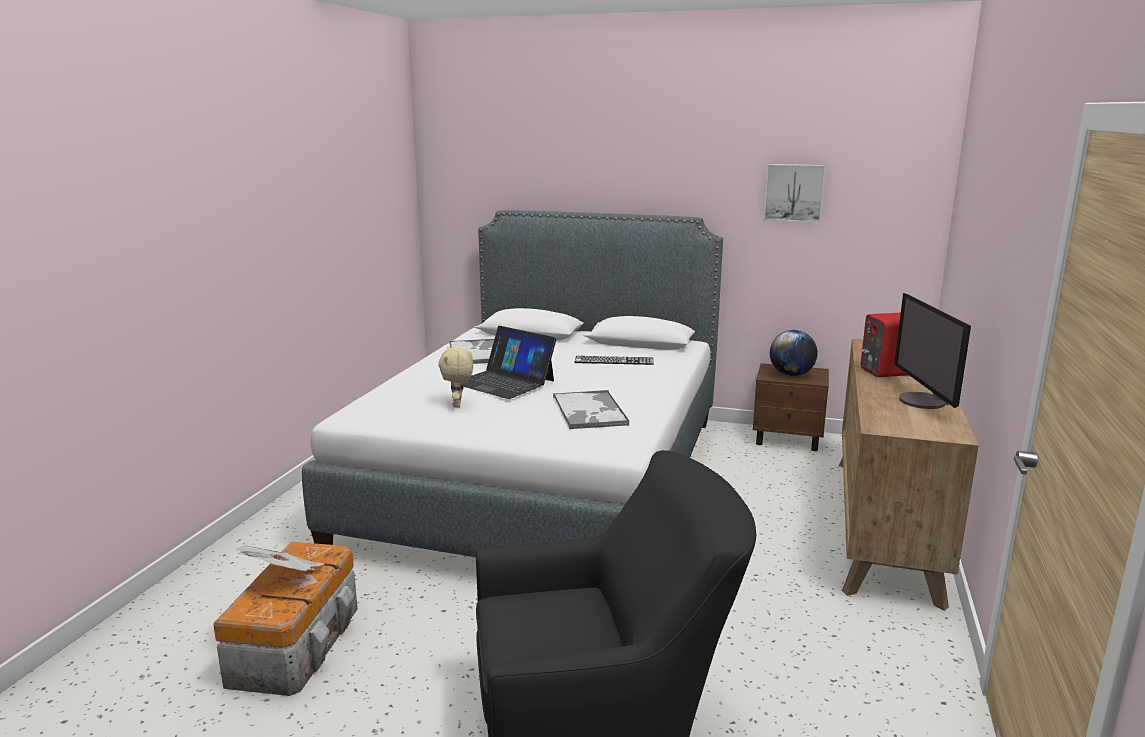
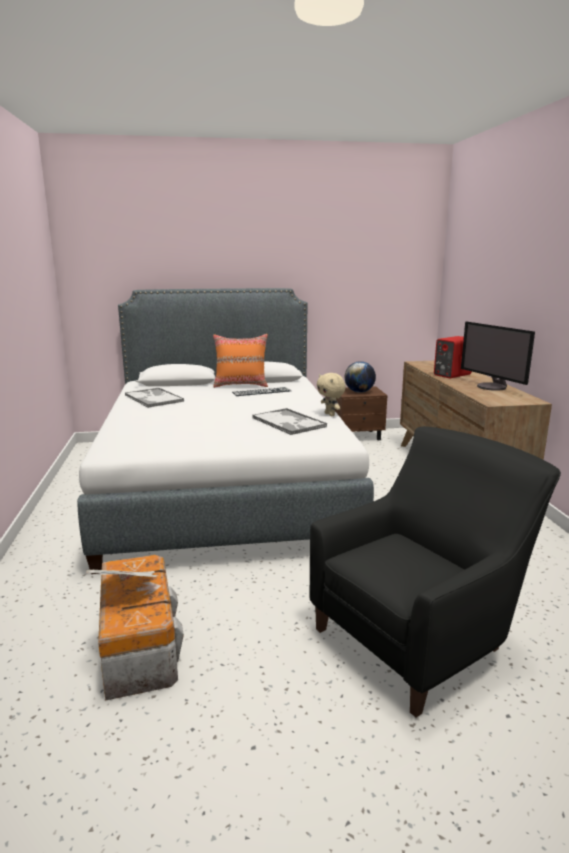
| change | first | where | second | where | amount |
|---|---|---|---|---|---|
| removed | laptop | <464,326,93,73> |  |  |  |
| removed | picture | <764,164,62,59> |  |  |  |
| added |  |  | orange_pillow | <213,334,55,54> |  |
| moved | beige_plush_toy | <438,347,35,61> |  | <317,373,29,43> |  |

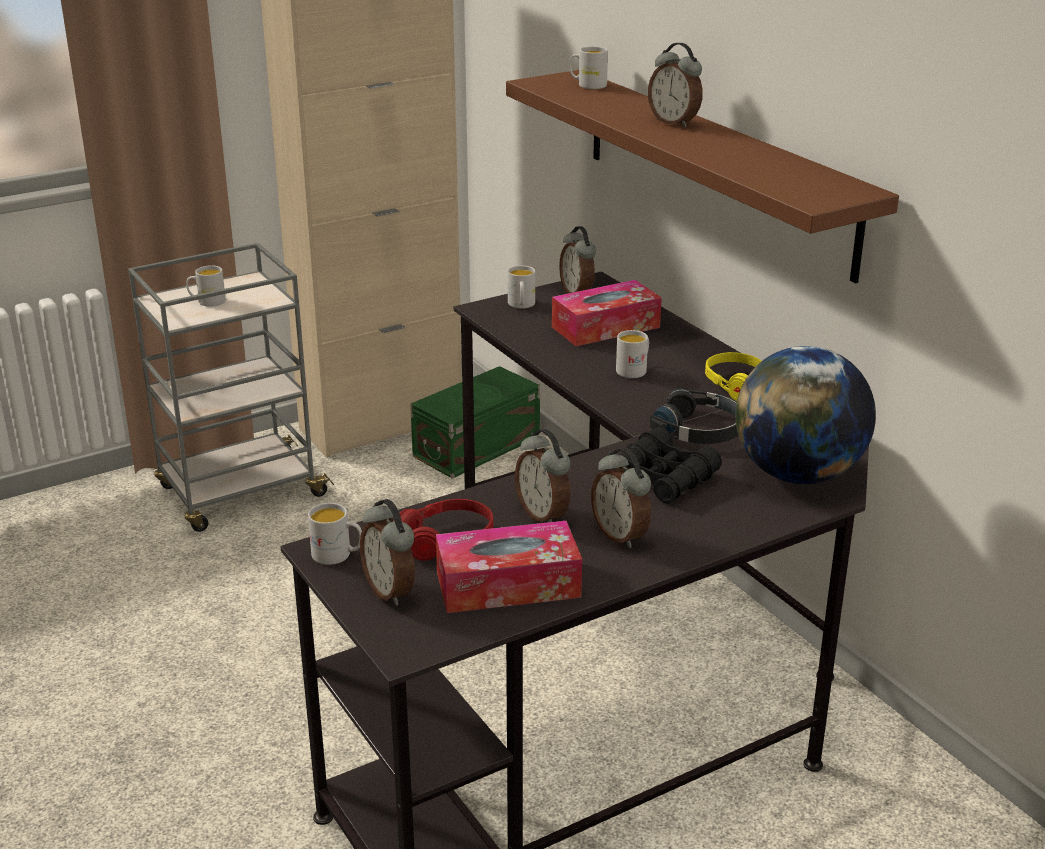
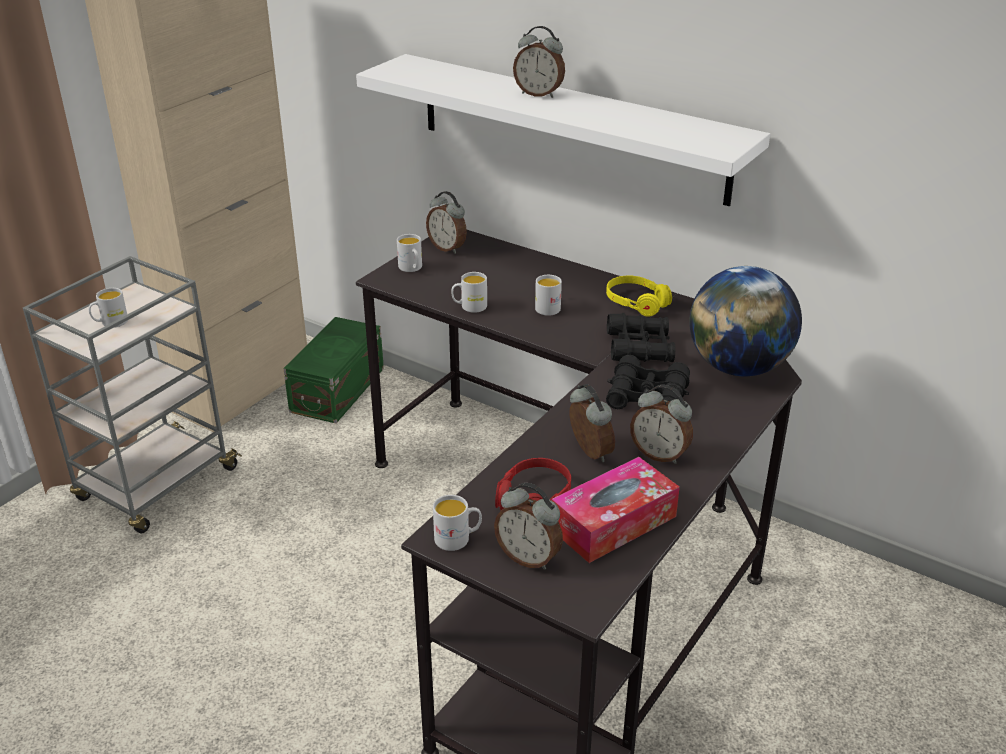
| change | first | where | second | where | amount |
|---|---|---|---|---|---|
| removed | tissue_box | <552,280,110,66> |  |  |  |
| moved | white_mug | <569,46,39,43> |  | <451,272,36,41> |  |
| replaced | black_headphones | <650,389,88,55> | black_binoculars | <607,313,68,49> |  |
| recoloured | brown_shelf | <506,70,393,213> | white_shelf | <356,54,414,152> |  |
| turned | alarm_clock | <515,429,55,93> |  | <569,384,46,79> | 150 degrees counterclockwise |

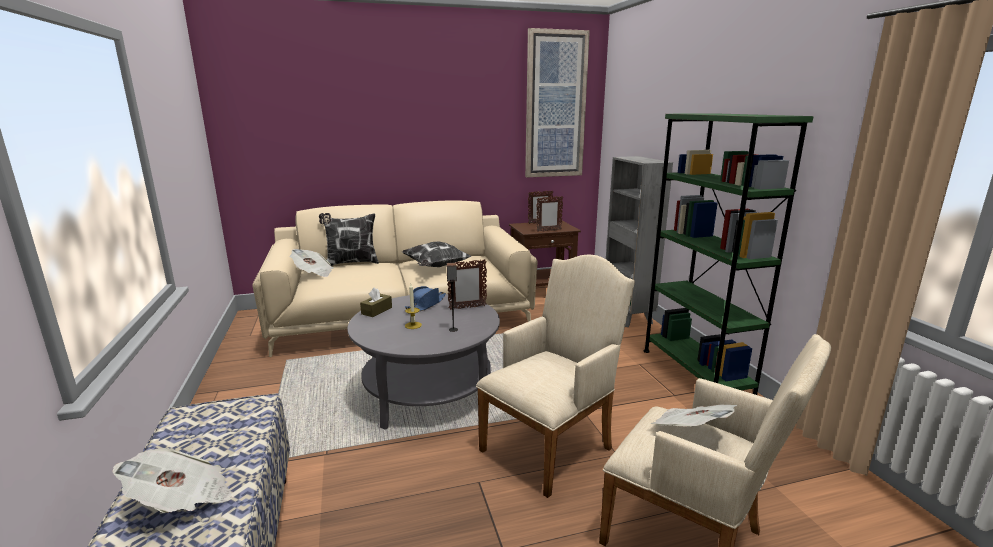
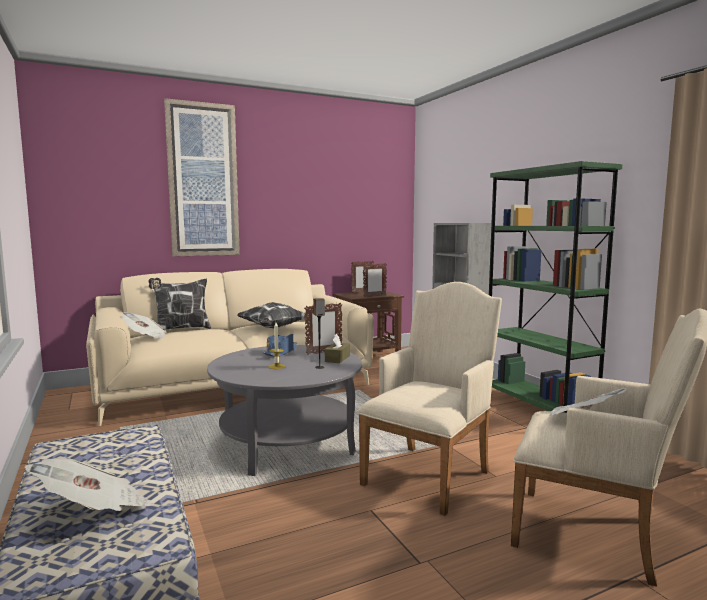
| change | first | where | second | where | amount |
|---|---|---|---|---|---|
| moved | brown_tissue_box | <360,287,32,30> |  | <325,334,25,29> |  |
| moved | picture | <525,28,65,149> |  | <164,98,76,159> |  |

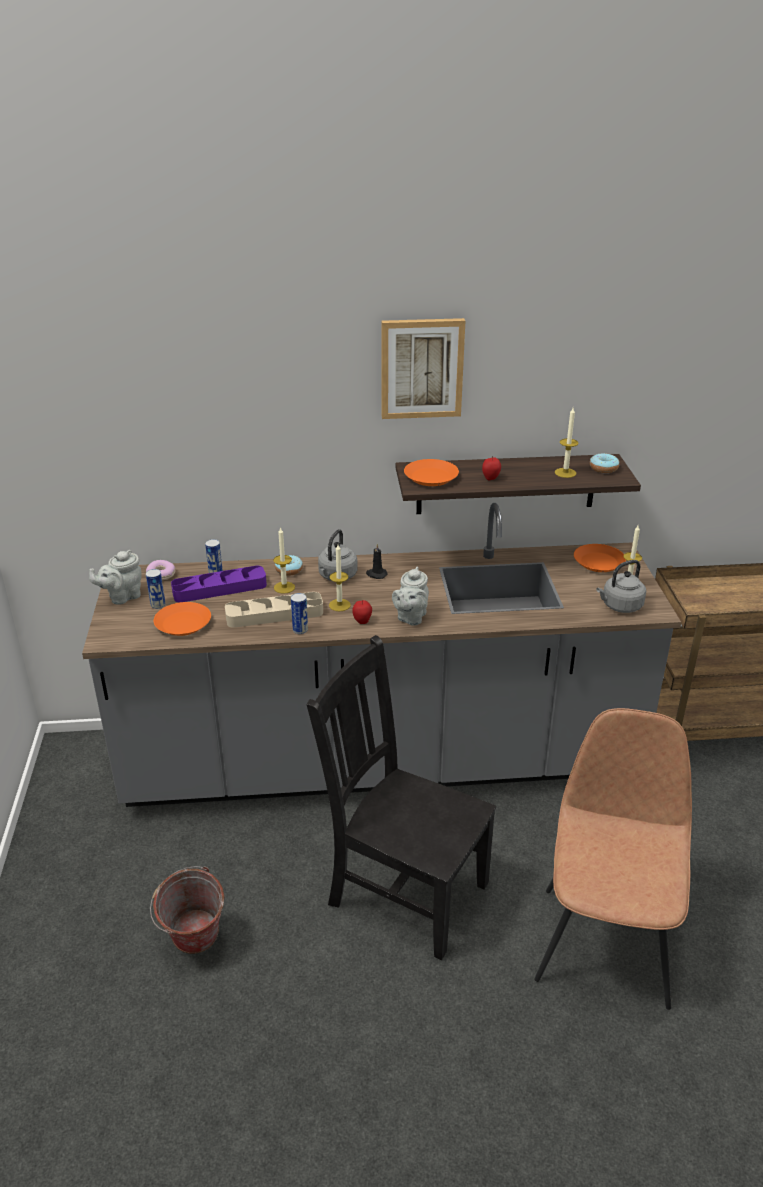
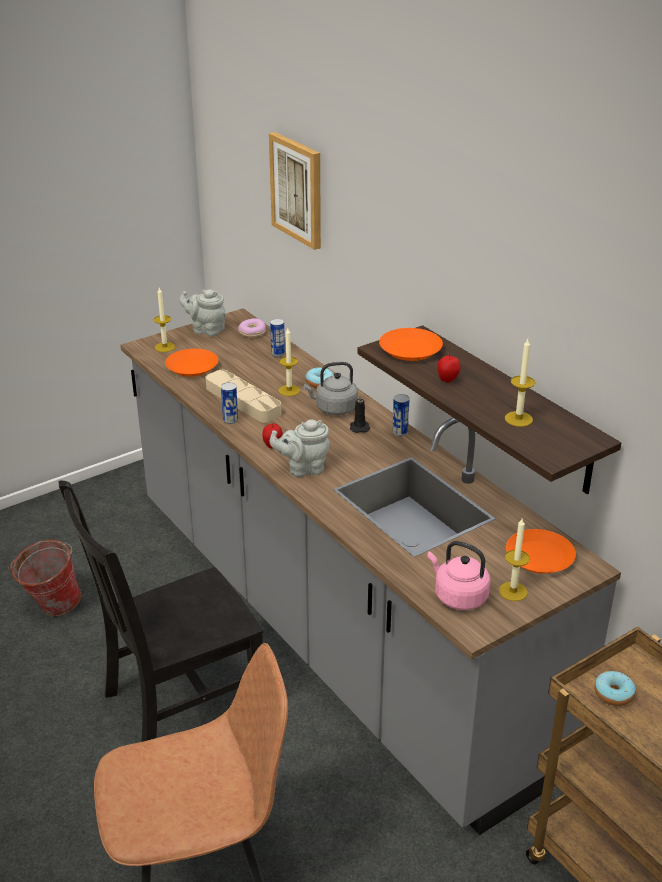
| change | first | where | second | where | amount |
|---|---|---|---|---|---|
| removed | purple_tray | <171,566,96,37> |  |  |  |
| moved | can | <146,569,19,40> |  | <392,394,18,43> |  |
| moved | candle | <329,545,22,66> |  | <154,288,21,64> |  |
| moved | picture | <382,318,83,101> |  | <269,132,52,118> |  |
| moved | donut | <590,453,29,20> |  | <594,671,42,35> |  |
| recoloured | grey_kettle | <596,560,50,53> | pink_kettle | <428,541,62,69> |  |
| turned | black_chair | <307,635,189,325> |  | <59,481,204,261> | 120 degrees counterclockwise |

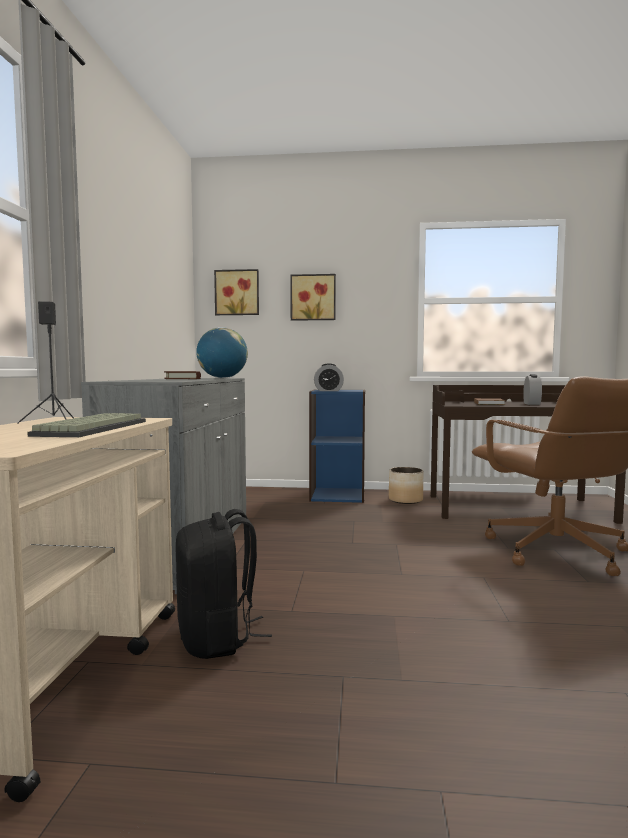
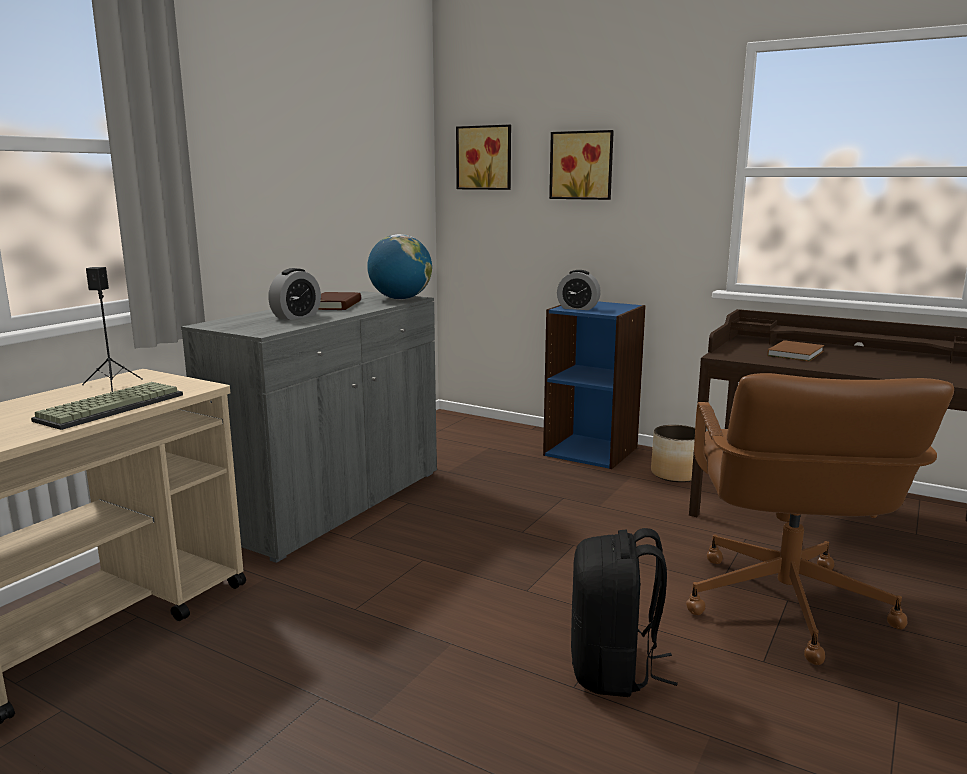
| change | first | where | second | where | amount |
|---|---|---|---|---|---|
| moved | black_backpack | <176,509,96,150> |  | <571,528,107,169> |  |
| moved | alarm_clock | <523,374,19,31> |  | <268,268,53,52> |  |

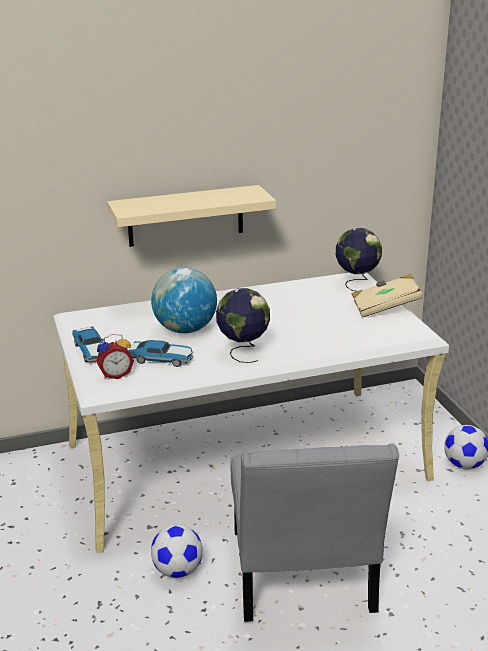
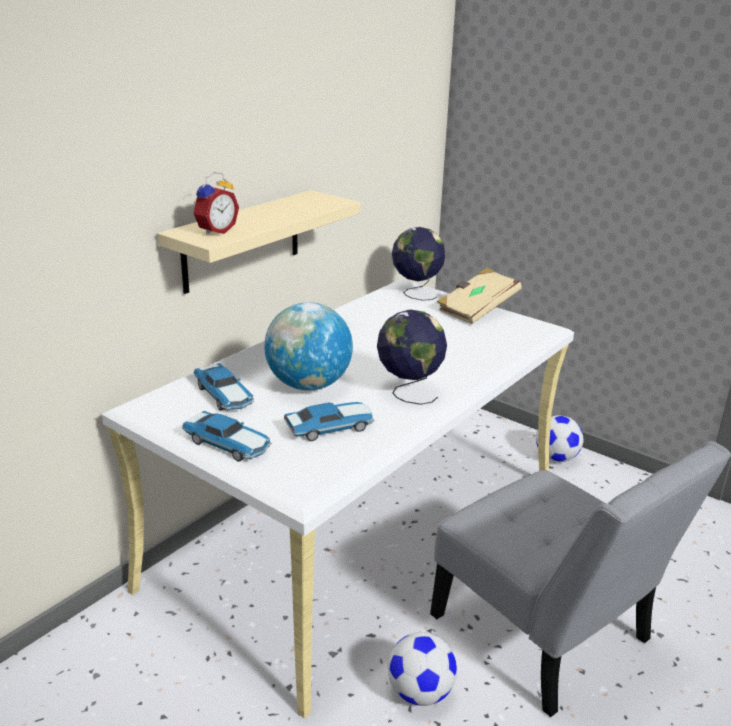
| change | first | where | second | where | amount |
|---|---|---|---|---|---|
| added |  |  | toy_car | <194,363,60,48> |  |
| moved | alarm_clock | <96,334,38,45> |  | <193,172,46,64> |  |

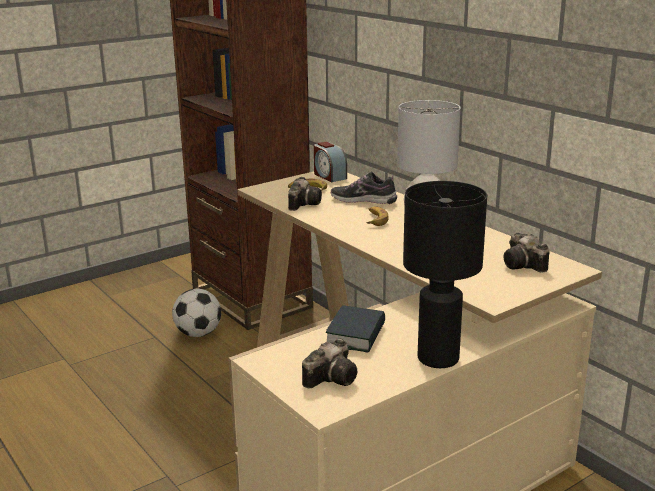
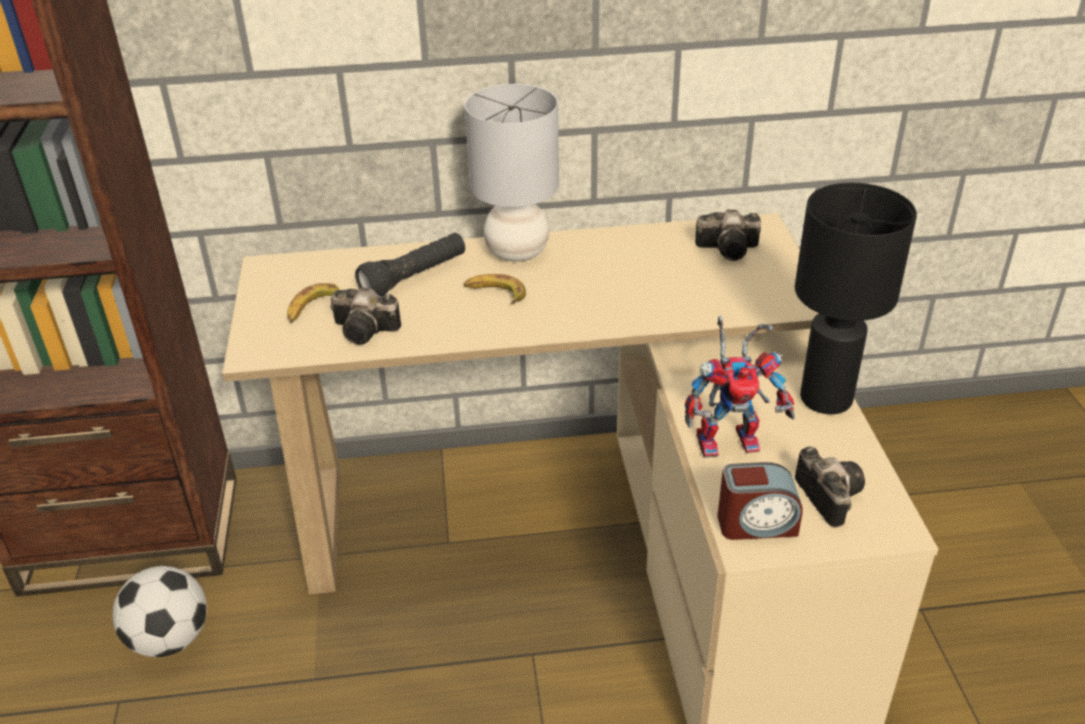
| change | first | where | second | where | amount |
|---|---|---|---|---|---|
| moved | alarm_clock | <314,142,33,40> |  | <718,462,85,78> |  |
| replaced | book | <326,305,59,48> | toy_robot | <685,316,110,142> |  |
| replaced | shoe | <331,172,66,32> | black_flashlight | <355,233,110,63> |  |
| turned | photo_camera | <288,177,34,34> |  | <330,287,71,58> | 150 degrees clockwise |

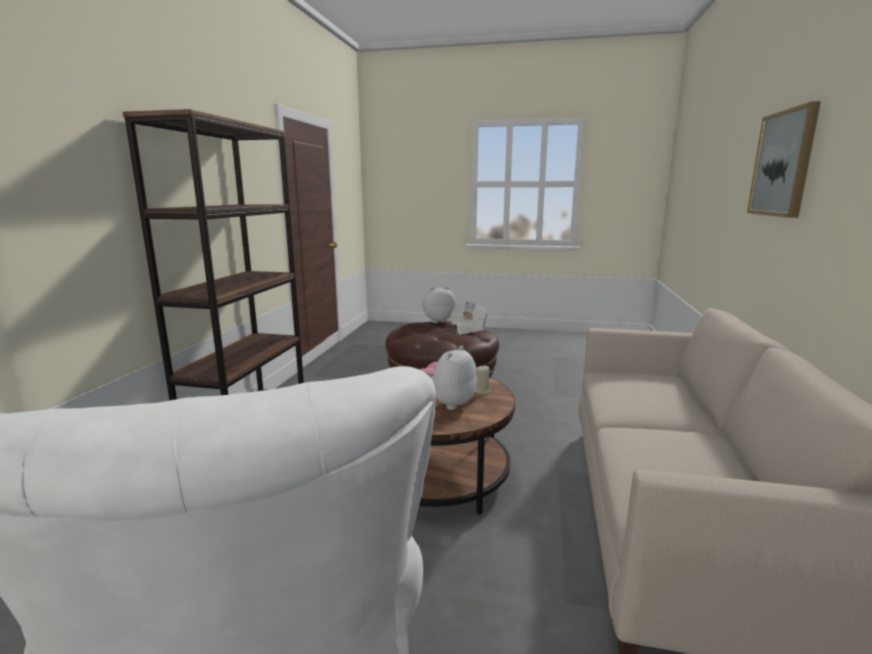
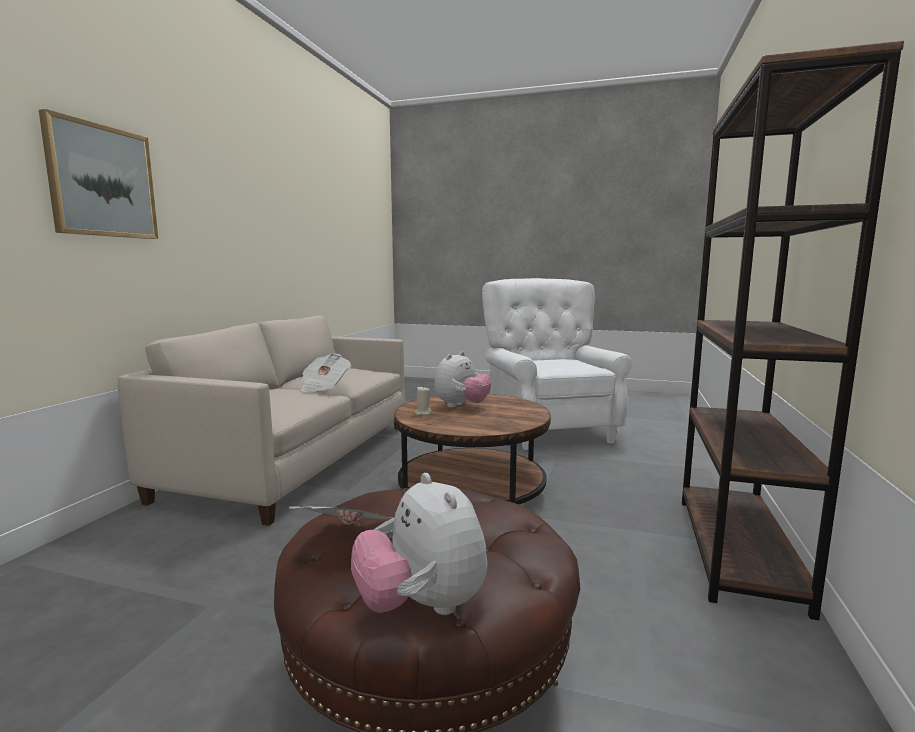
| change | first | where | second | where | amount |
|---|---|---|---|---|---|
| added |  |  | newspaper | <301,354,50,38> |  |
| turned | plush_toy | <422,286,34,37> |  | <351,473,136,142> | 75 degrees clockwise |

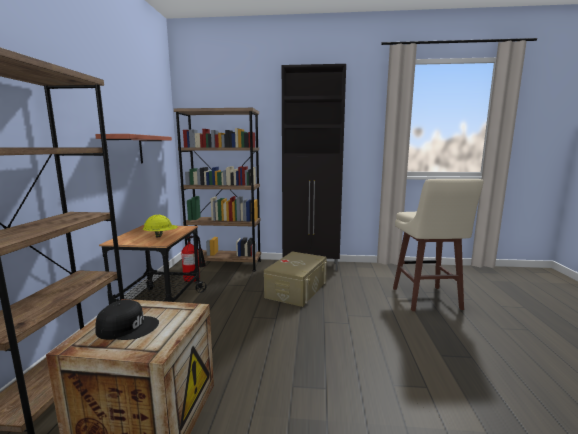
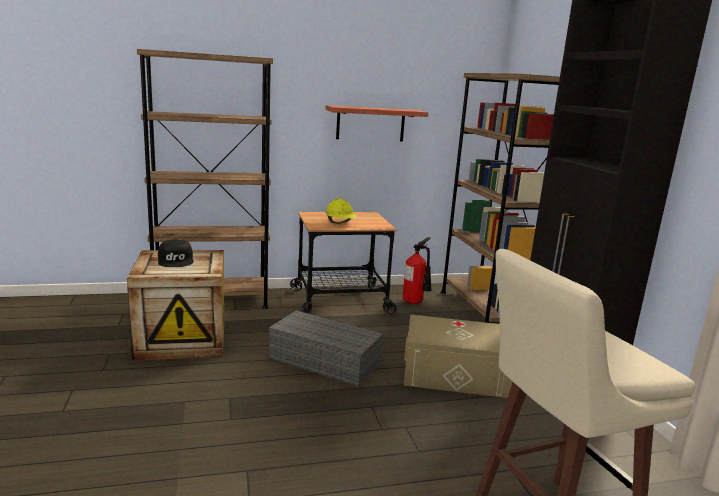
| change | first | where | second | where | amount |
|---|---|---|---|---|---|
| added |  |  | grey_storage_box | <269,310,115,77> |  |

